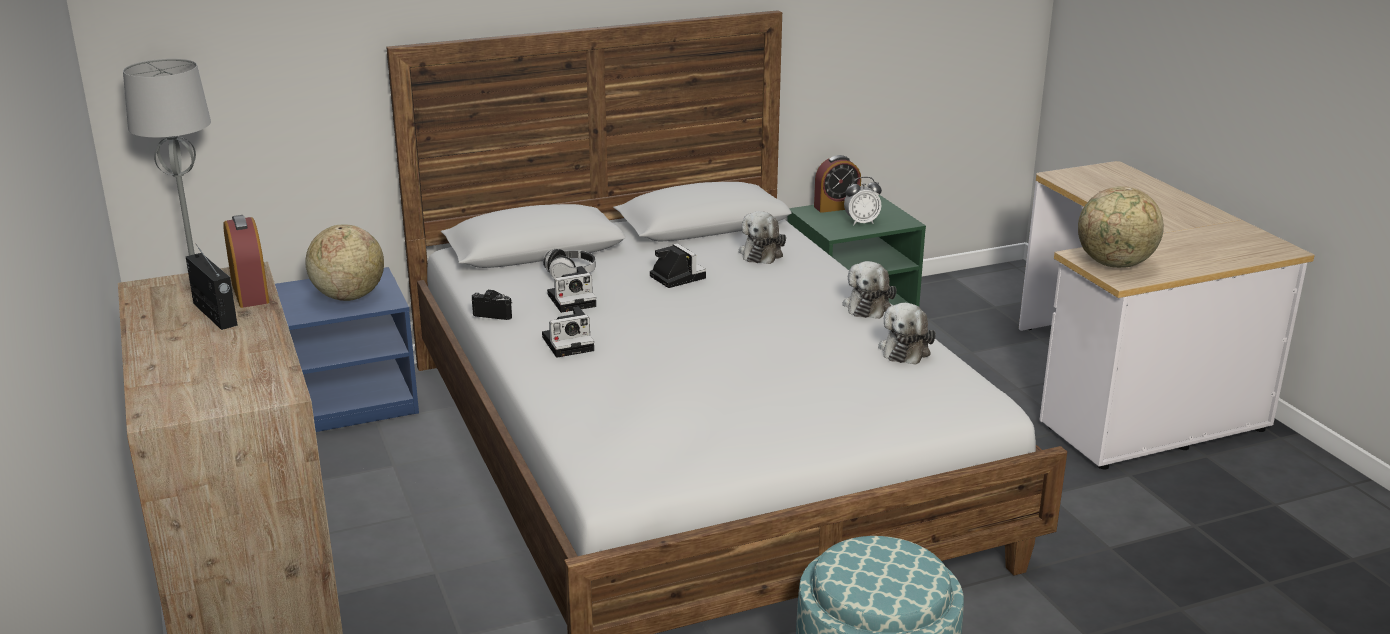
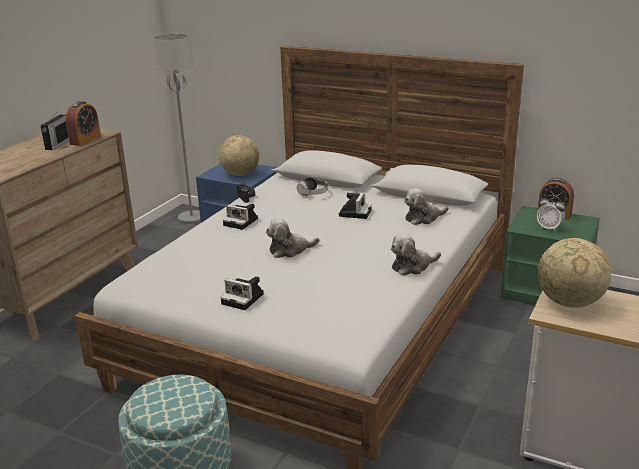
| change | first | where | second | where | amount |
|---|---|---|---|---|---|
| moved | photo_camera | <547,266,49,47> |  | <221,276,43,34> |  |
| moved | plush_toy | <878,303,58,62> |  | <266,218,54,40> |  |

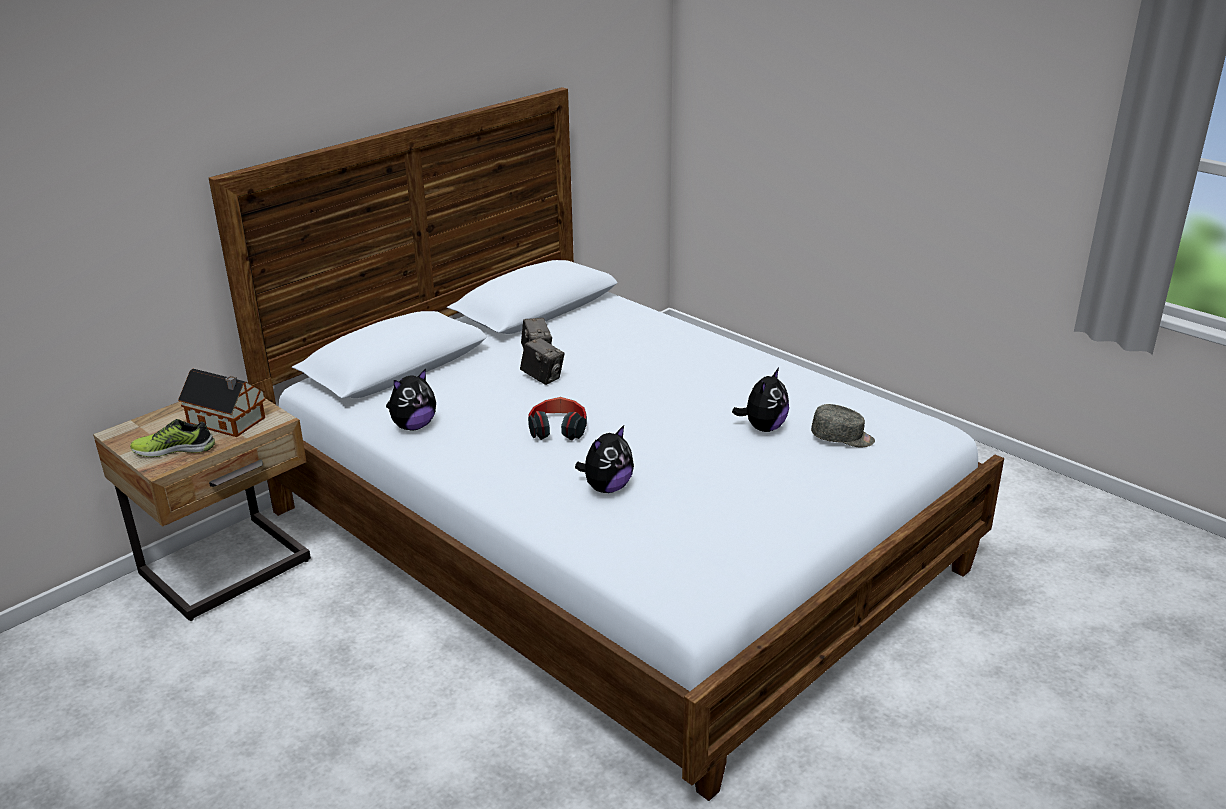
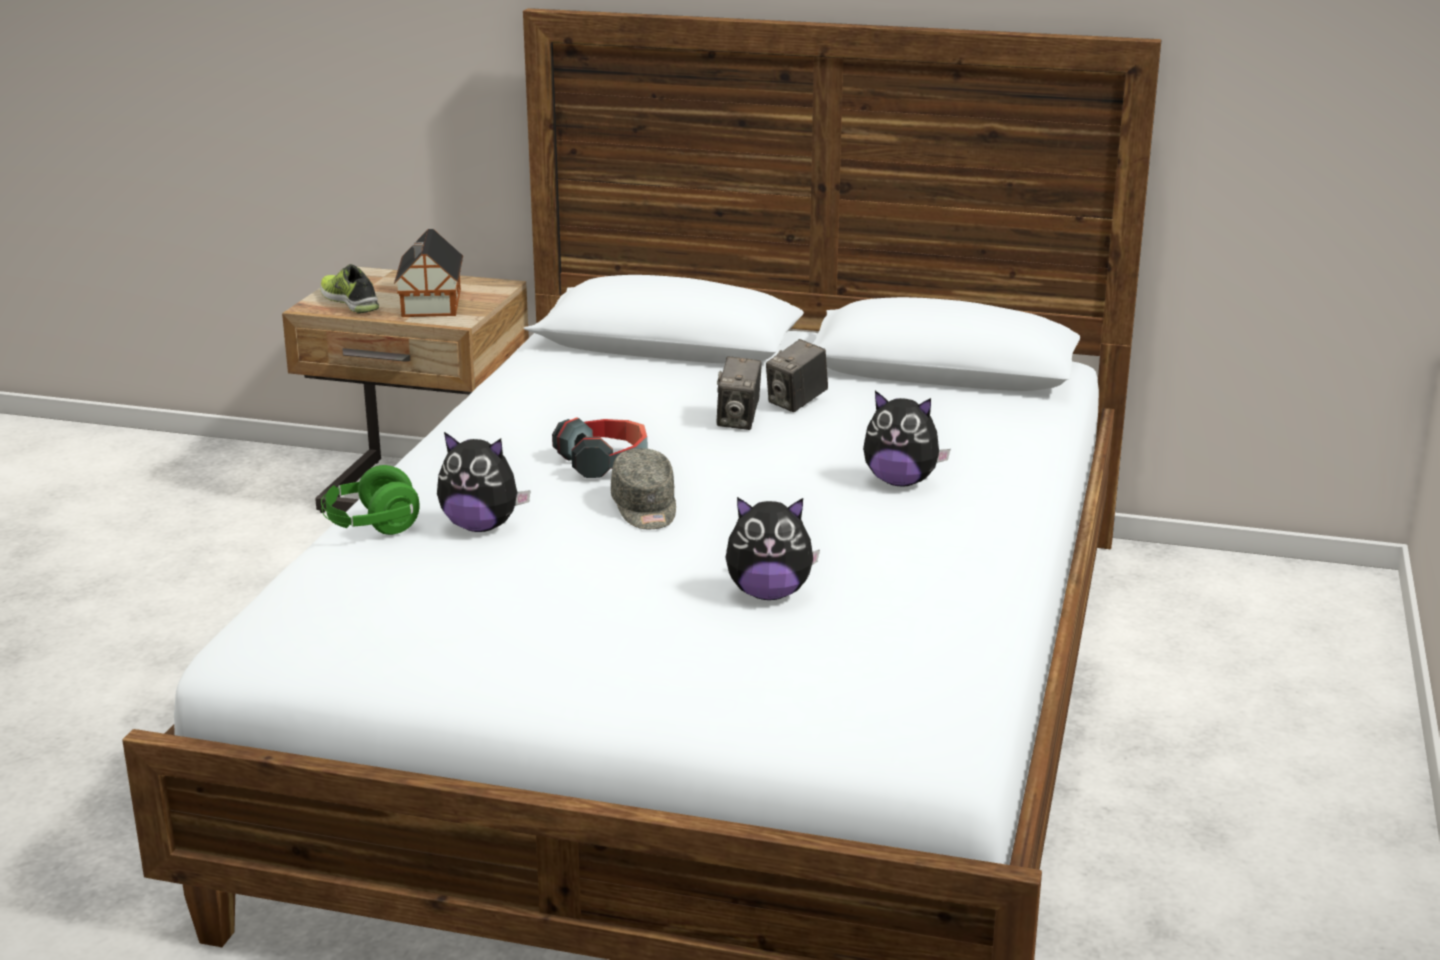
| change | first | where | second | where | amount |
|---|---|---|---|---|---|
| added |  |  | green_headphones | <321,465,99,70> |  |
| moved | plush_toy | <386,369,50,62> |  | <863,390,88,97> |  |
| moved | grey_cap | <811,404,64,43> |  | <611,448,65,81> |  |

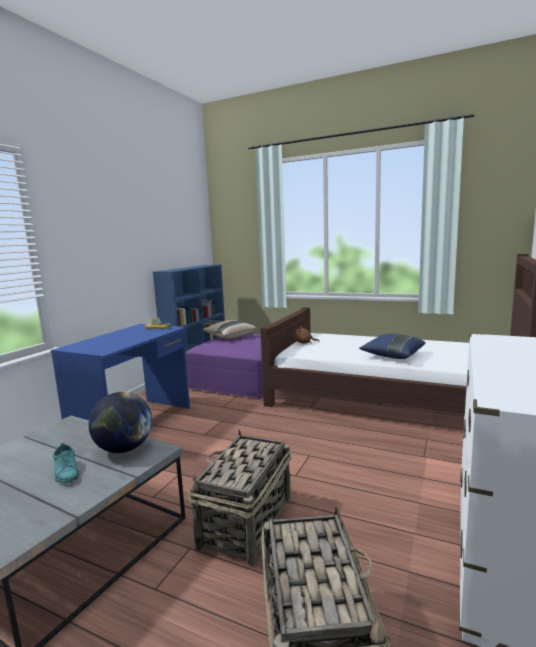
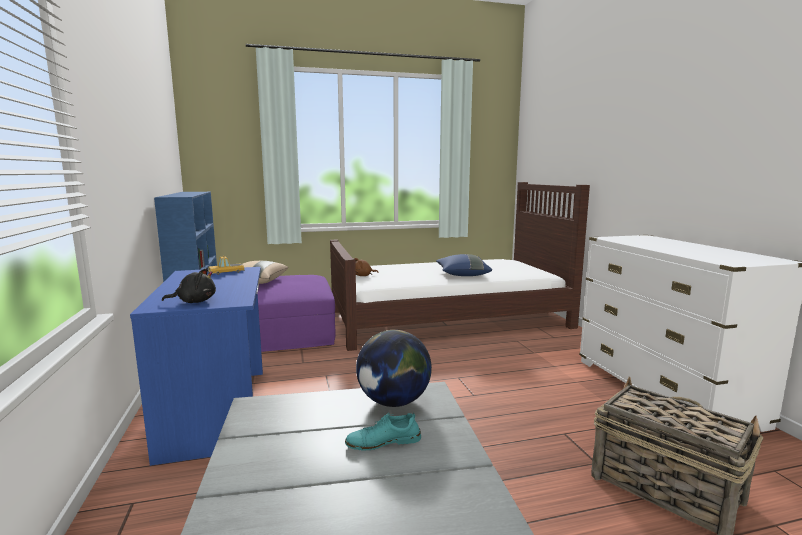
| change | first | where | second | where | amount |
|---|---|---|---|---|---|
| removed | basket | <188,429,104,136> |  |  |  |
| added |  |  | black_plush_toy | <162,268,54,35> |  |
| turned | turquoise_shoe | <52,443,27,40> |  | <345,412,76,39> | 150 degrees clockwise |

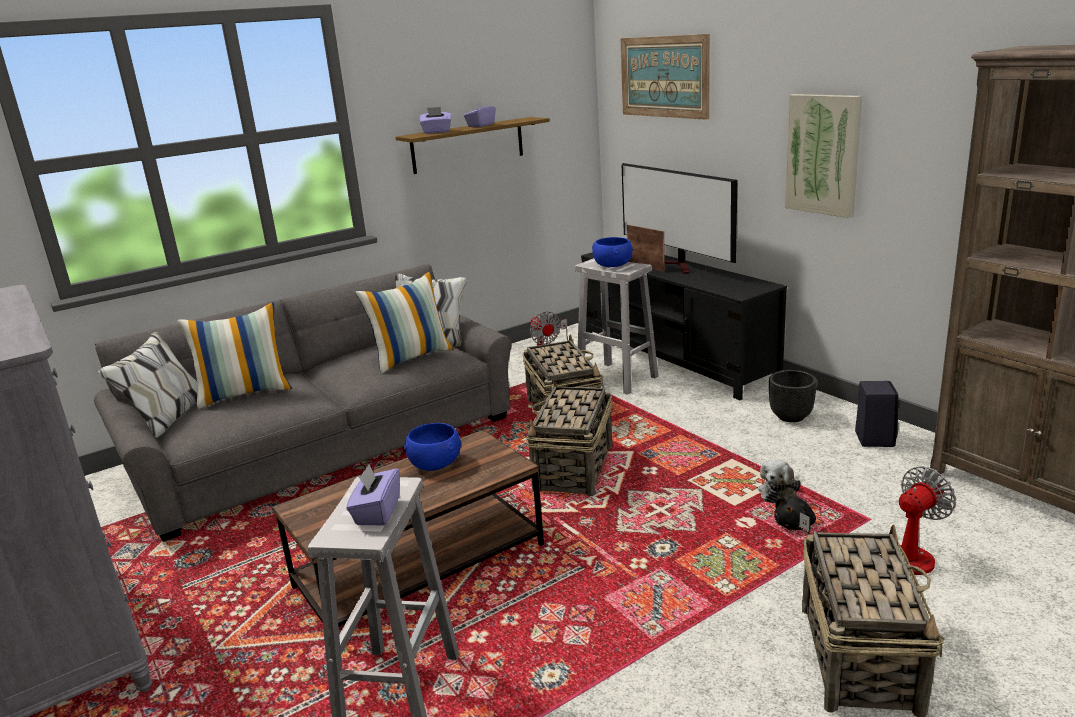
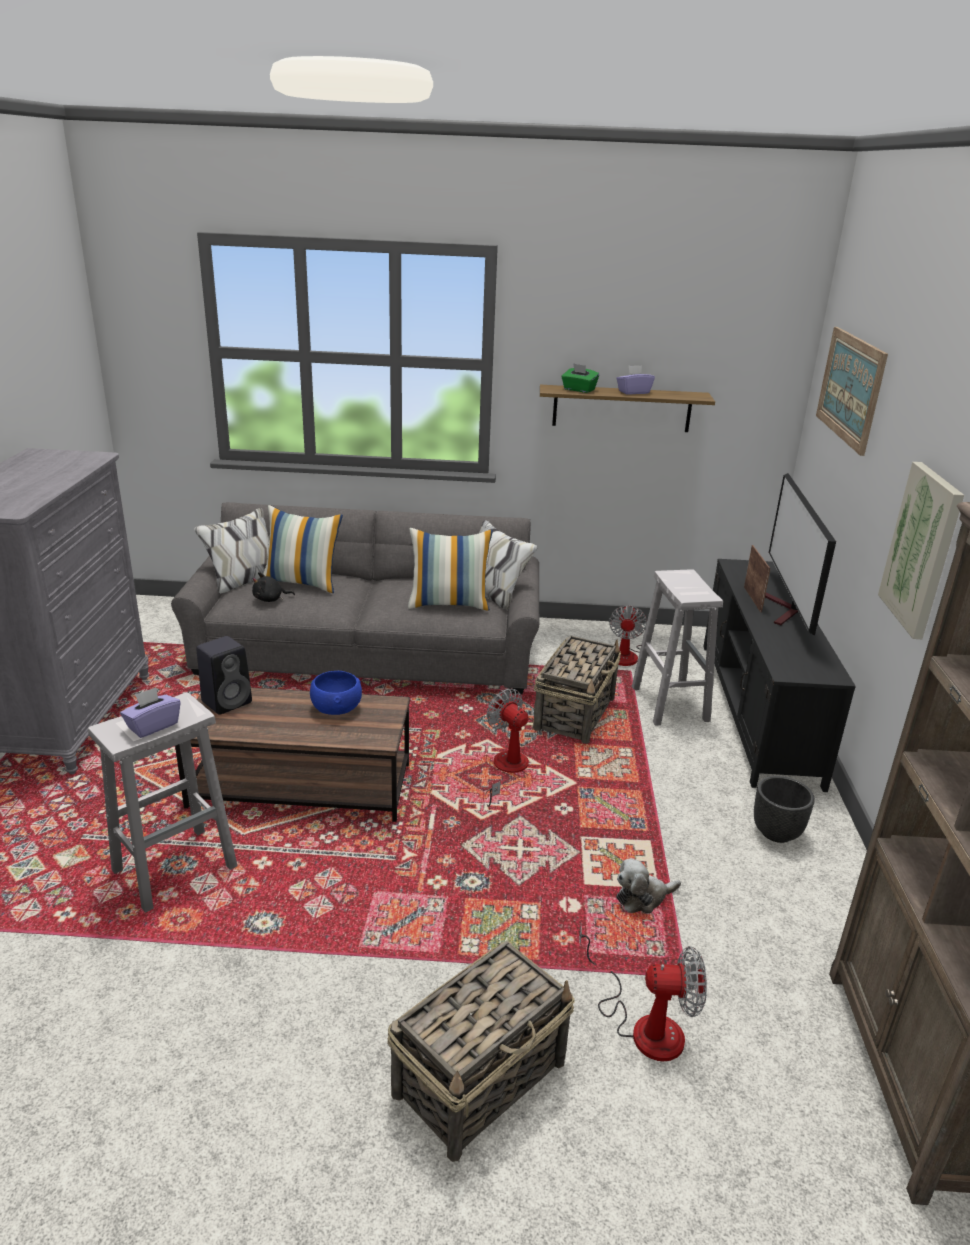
| change | first | where | second | where | amount |
|---|---|---|---|---|---|
| removed | blue_bowl | <592,237,41,30> |  |  |  |
| moved | black_plush_toy | <774,497,42,33> |  | <252,572,43,30> |  |
| moved | black_speaker | <855,381,44,66> |  | <196,636,56,79> |  |
| replaced | basket | <526,380,87,116> | fan | <485,688,44,119> |  |
| recoloured | purple_tissue_box | <419,107,32,27> | green_tissue_box | <561,363,38,30> |  |

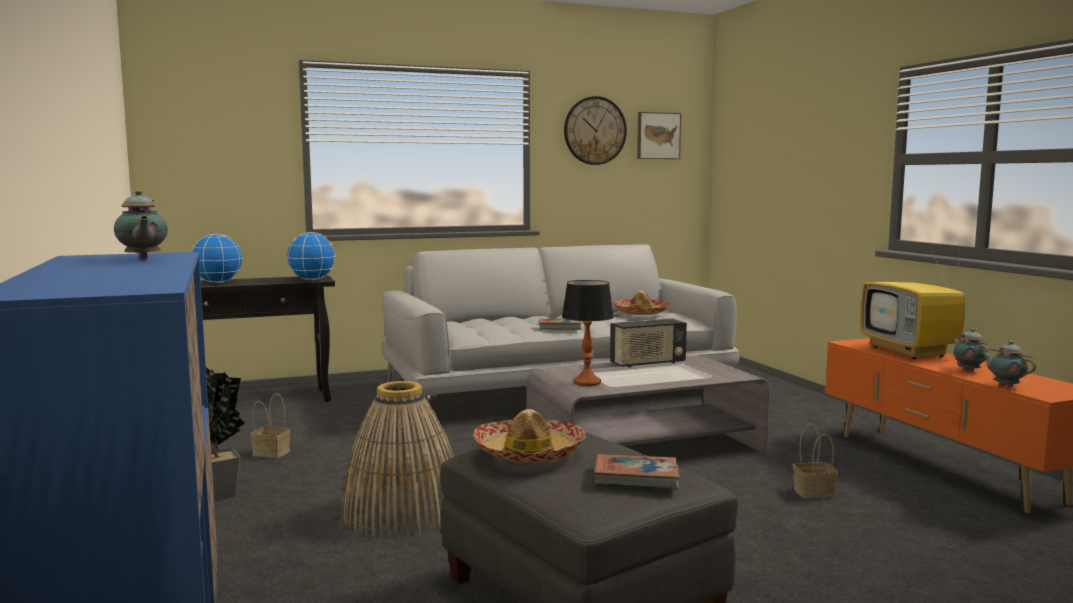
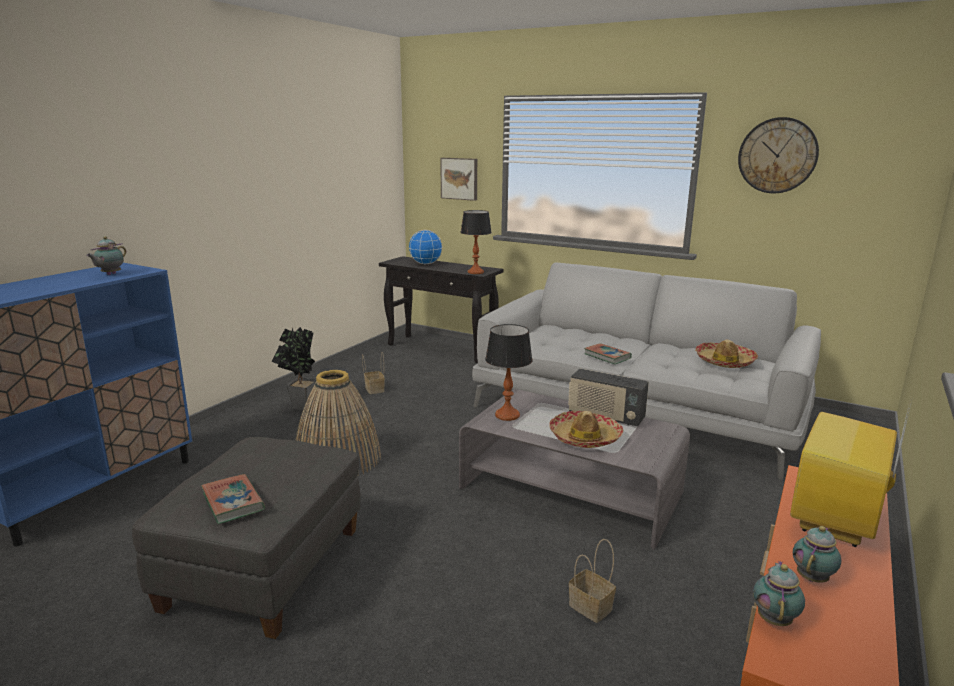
| change | first | where | second | where | amount |
|---|---|---|---|---|---|
| moved | hat | <473,409,113,54> |  | <549,411,74,37> |  |
| moved | picture | <637,112,44,47> |  | <440,158,37,43> |  |
| replaced | globe | <286,232,50,48> | table_lamp | <460,210,32,64> |  |

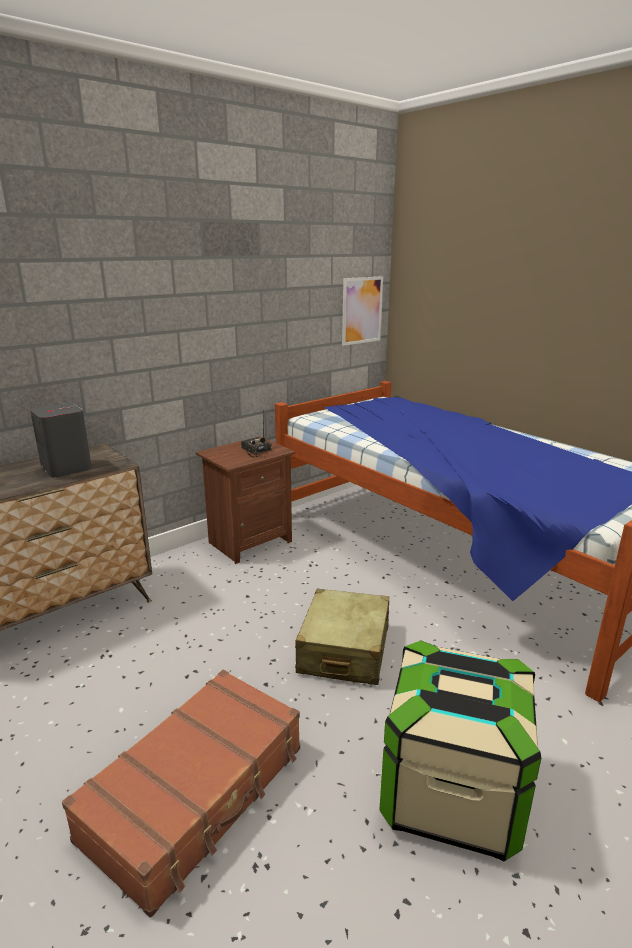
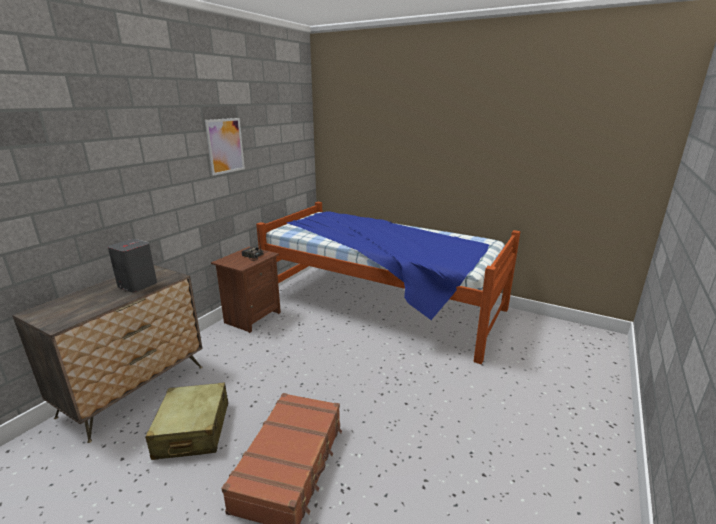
| change | first | where | second | where | amount |
|---|---|---|---|---|---|
| removed | storage_box | <379,640,162,221> |  |  |  |
| moved | beige_suitcase | <295,589,94,96> |  | <145,382,83,78> |  |
| moved | picture | <342,276,41,70> |  | <205,118,40,58> |  |

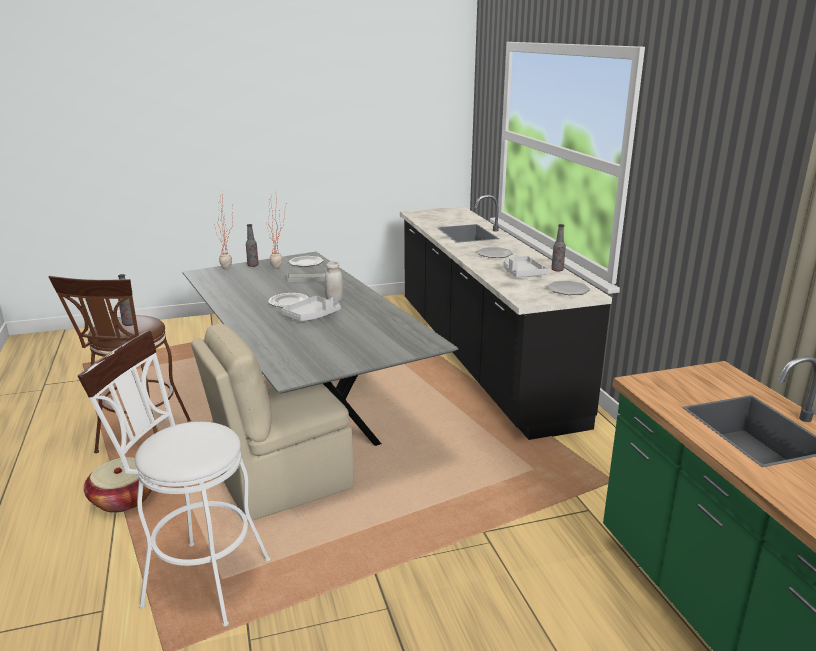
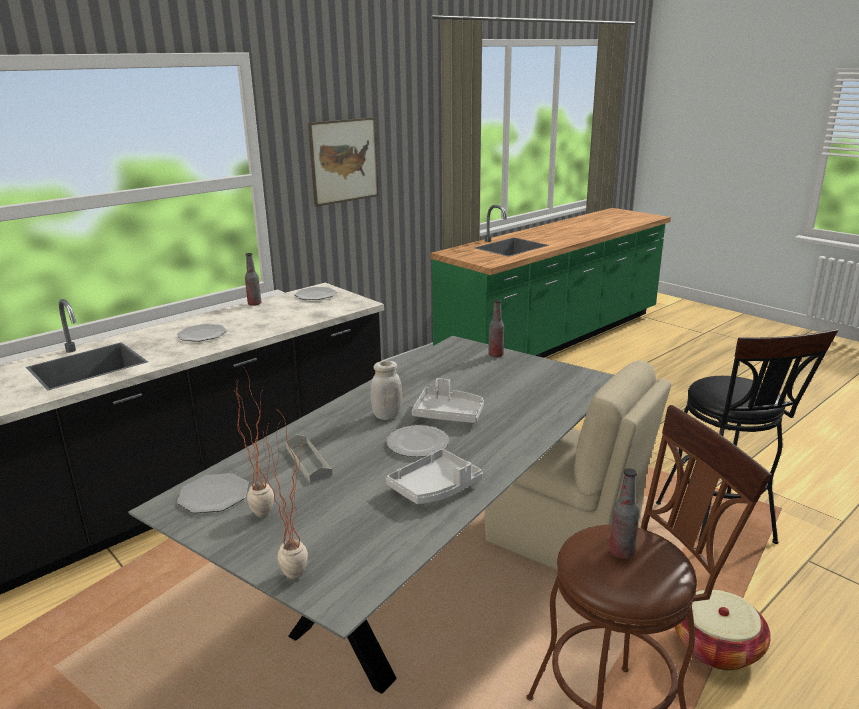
| change | first | where | second | where | amount |
|---|---|---|---|---|---|
| added |  |  | picture | <308,117,71,90> |  |
| moved | bottle | <246,224,13,43> |  | <488,299,16,58> |  |
| moved | grey_tray | <504,256,43,21> |  | <386,449,97,55> |  |
| recoloured | white_stool | <78,330,192,297> | black_stool | <656,329,182,215> |  |

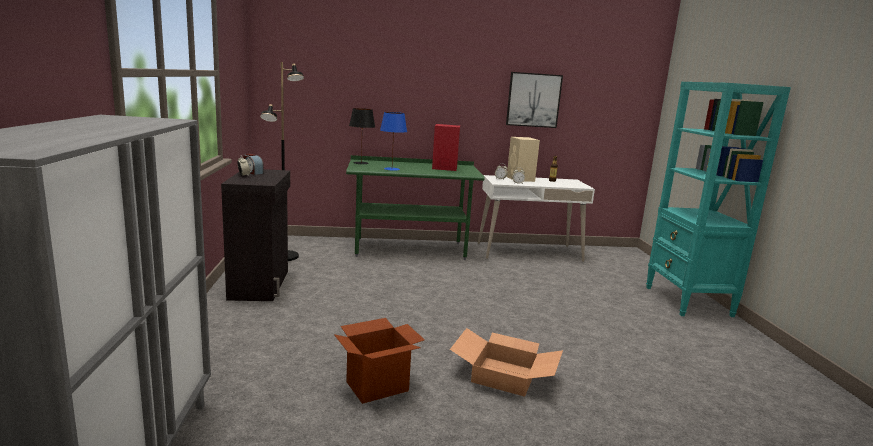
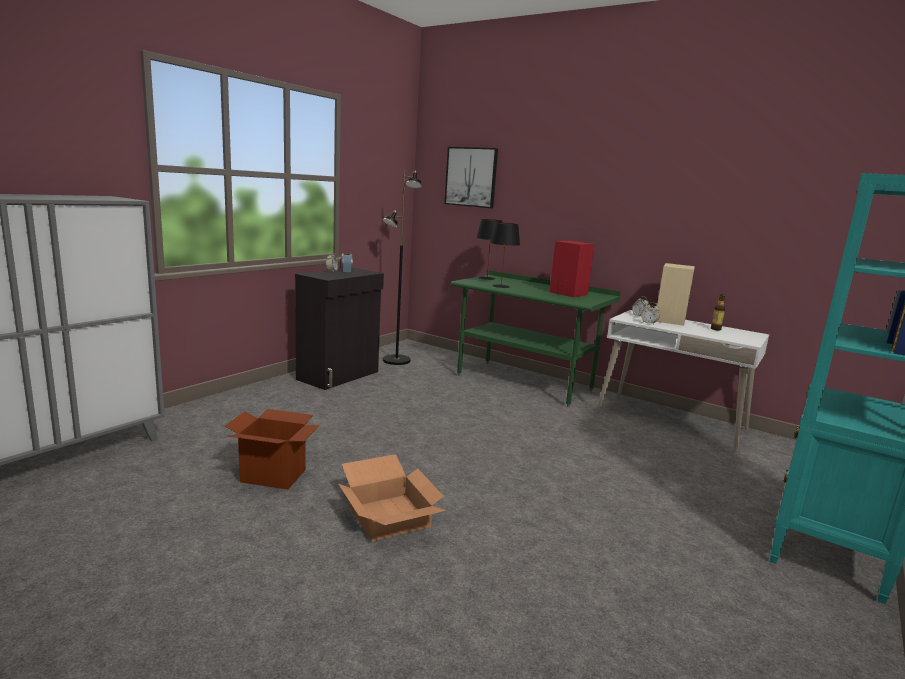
| change | first | where | second | where | amount |
|---|---|---|---|---|---|
| moved | picture | <506,72,57,56> |  | <444,147,54,61> |  |
| recoloured | blue_table_lamp | <380,112,27,59> | black_table_lamp | <490,223,30,65> |  |

